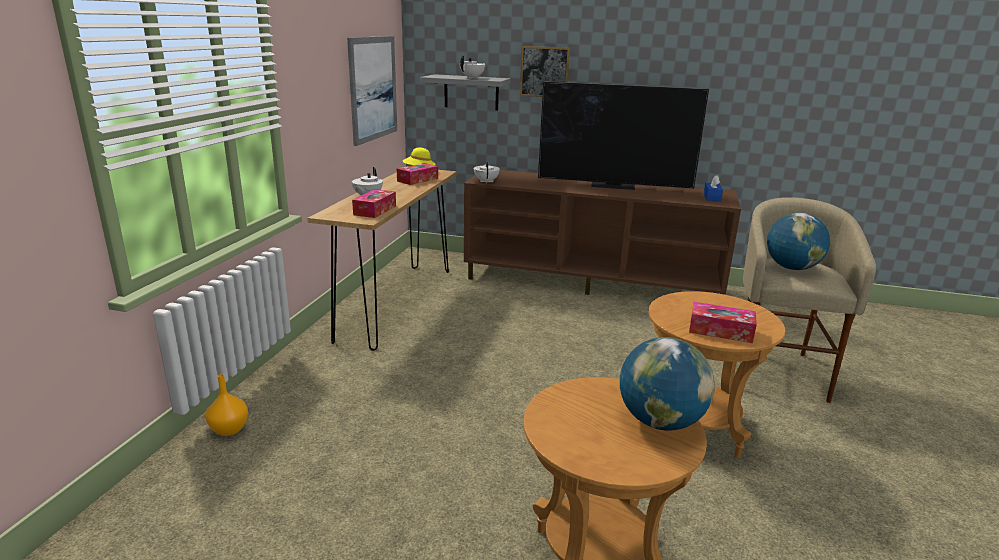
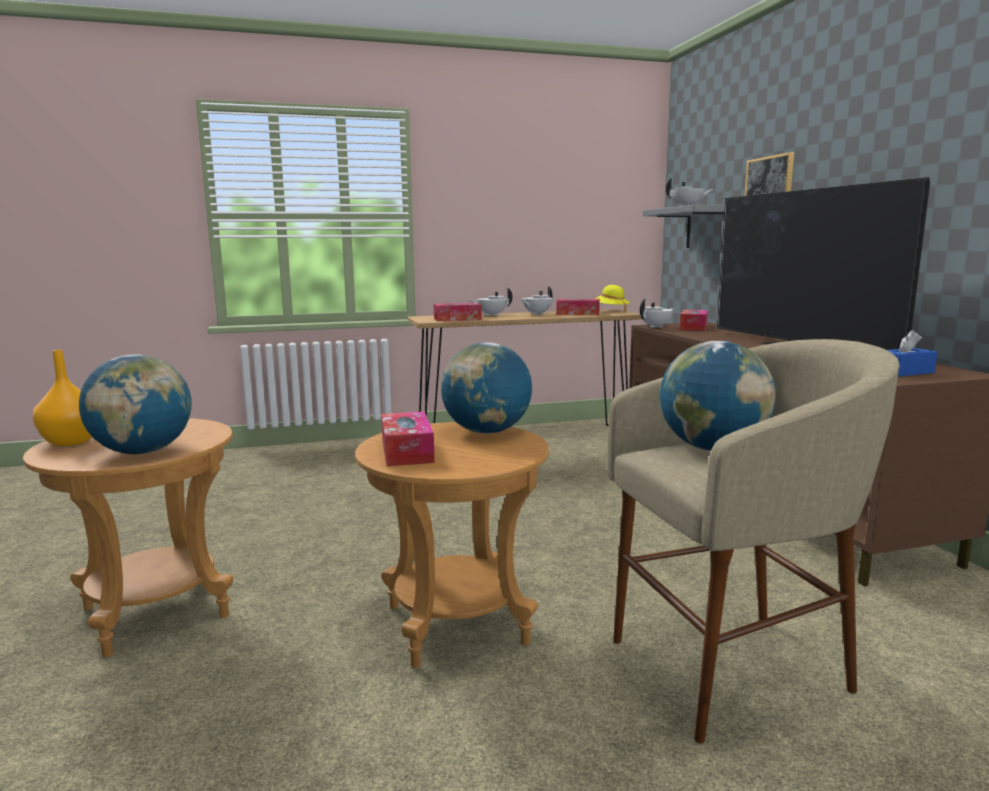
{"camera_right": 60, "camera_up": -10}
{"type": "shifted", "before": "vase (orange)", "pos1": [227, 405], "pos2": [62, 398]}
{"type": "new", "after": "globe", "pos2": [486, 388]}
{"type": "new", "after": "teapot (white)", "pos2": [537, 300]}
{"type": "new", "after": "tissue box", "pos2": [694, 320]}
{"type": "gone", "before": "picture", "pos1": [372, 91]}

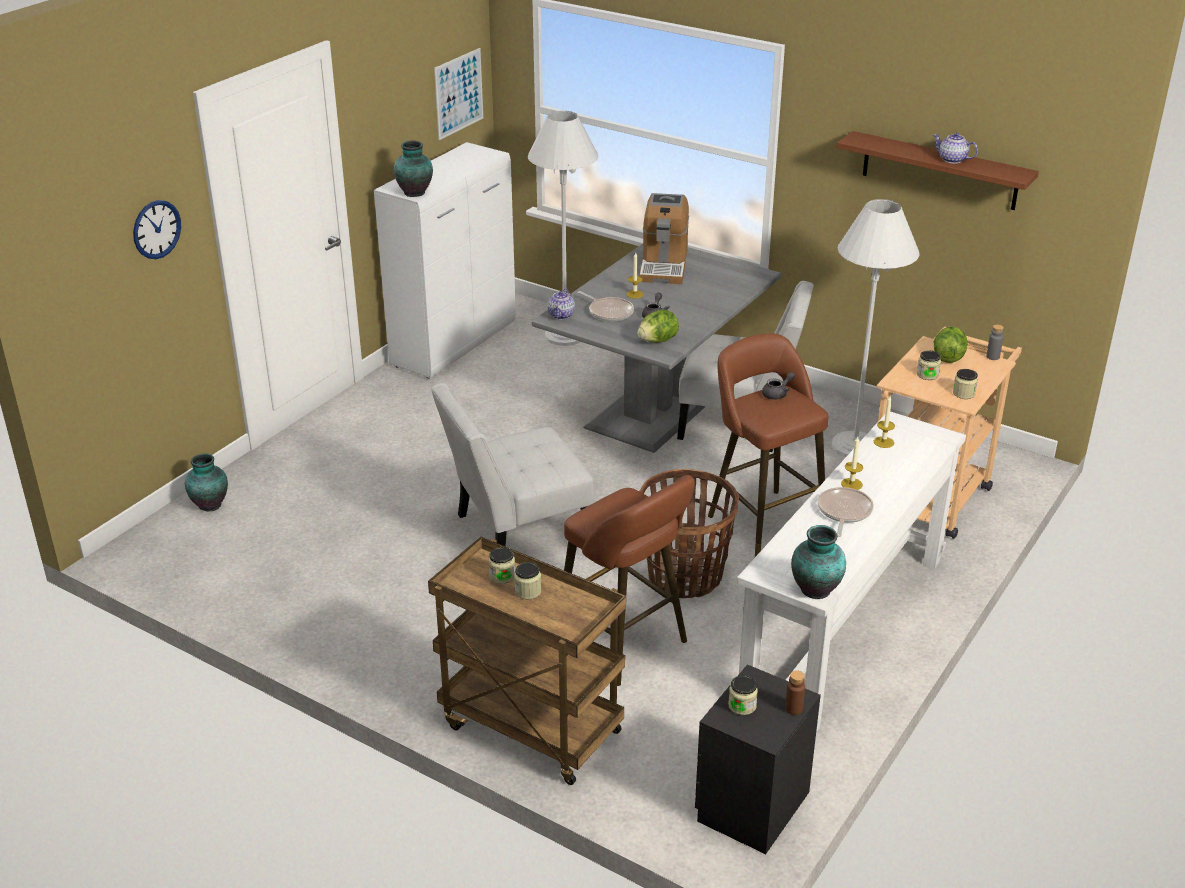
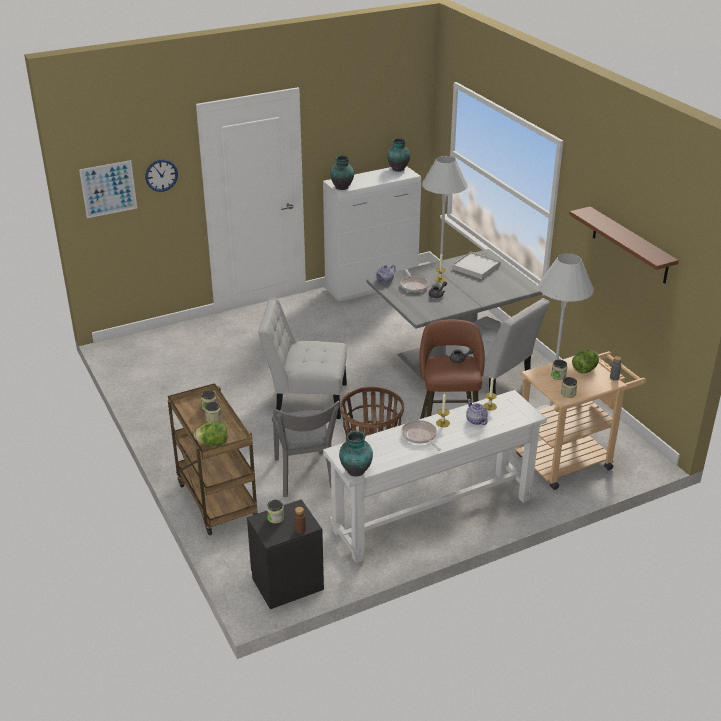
{"camera_right": 30, "camera_up": 0}
{"type": "shifted", "before": "picture", "pos1": [458, 94], "pos2": [108, 189]}
{"type": "shifted", "before": "lettuce", "pos1": [658, 326], "pos2": [211, 433]}
{"type": "swapped", "before": "stool (brown)", "after": "chair (grey)", "pos1": [629, 580], "pos2": [306, 449]}
{"type": "shifted", "before": "vase", "pos1": [206, 482], "pos2": [398, 155]}
{"type": "rotated", "before": "frying pan", "pos1": [846, 512], "pos2": [421, 435], "turn": -75}
{"type": "swapped", "before": "coffee machine", "after": "tray (white)", "pos1": [664, 238], "pos2": [476, 265]}
{"type": "shifted", "before": "teapot", "pos1": [955, 148], "pos2": [477, 412]}

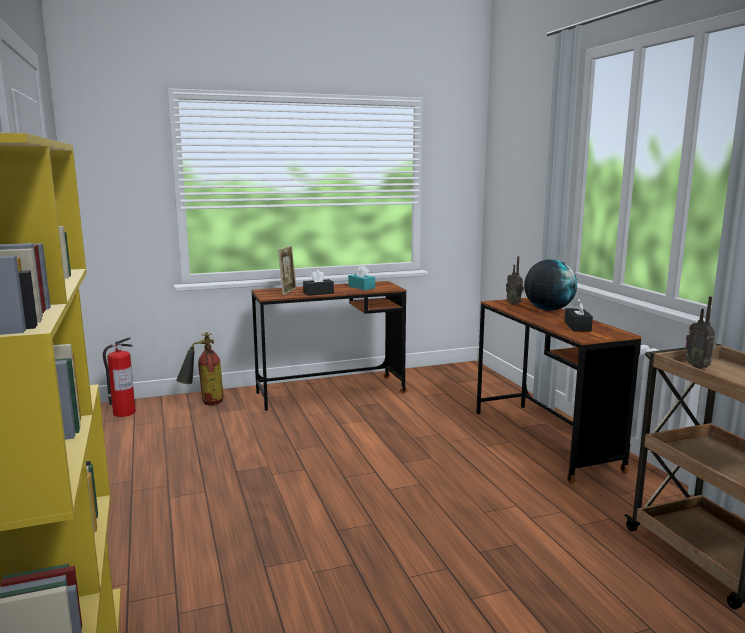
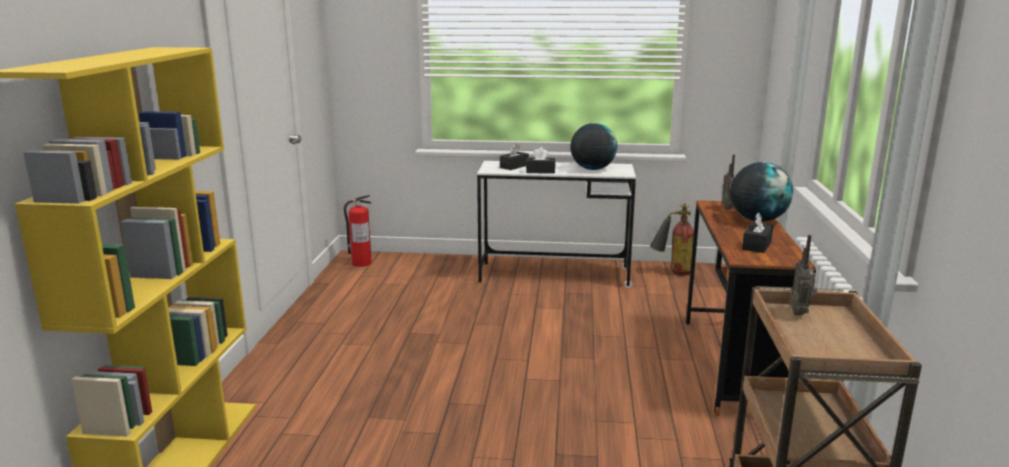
{"camera_right": 25, "camera_up": 5}
{"type": "repainted", "before": "desk (brown)", "after": "desk (white)", "pos1": [329, 346], "pos2": [556, 224]}
{"type": "swapped", "before": "picture frame", "after": "tissue box (black)", "pos1": [287, 270], "pos2": [514, 156]}
{"type": "swapped", "before": "tissue box (turquoise)", "after": "globe", "pos1": [361, 277], "pos2": [593, 146]}
{"type": "shifted", "before": "fire extinguisher", "pos1": [200, 368], "pos2": [672, 240]}

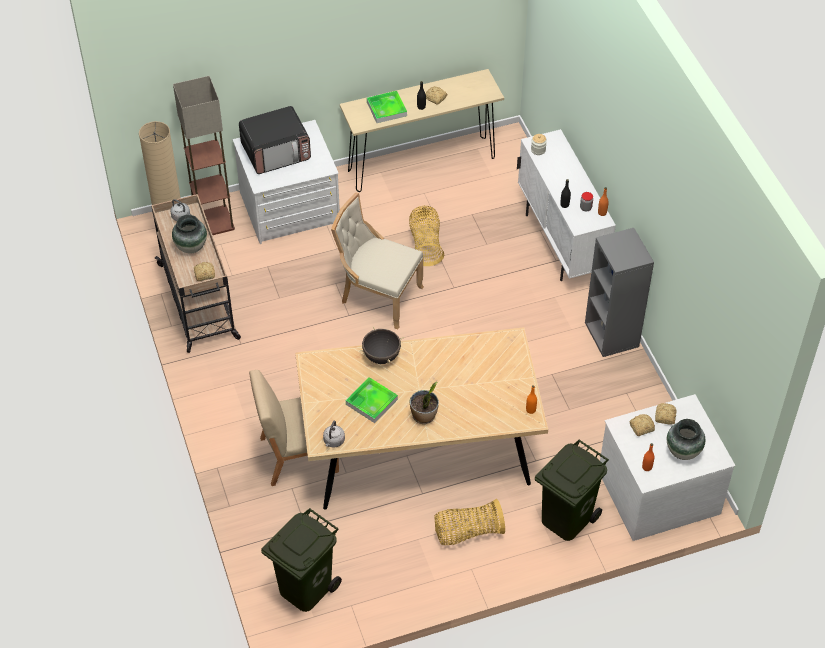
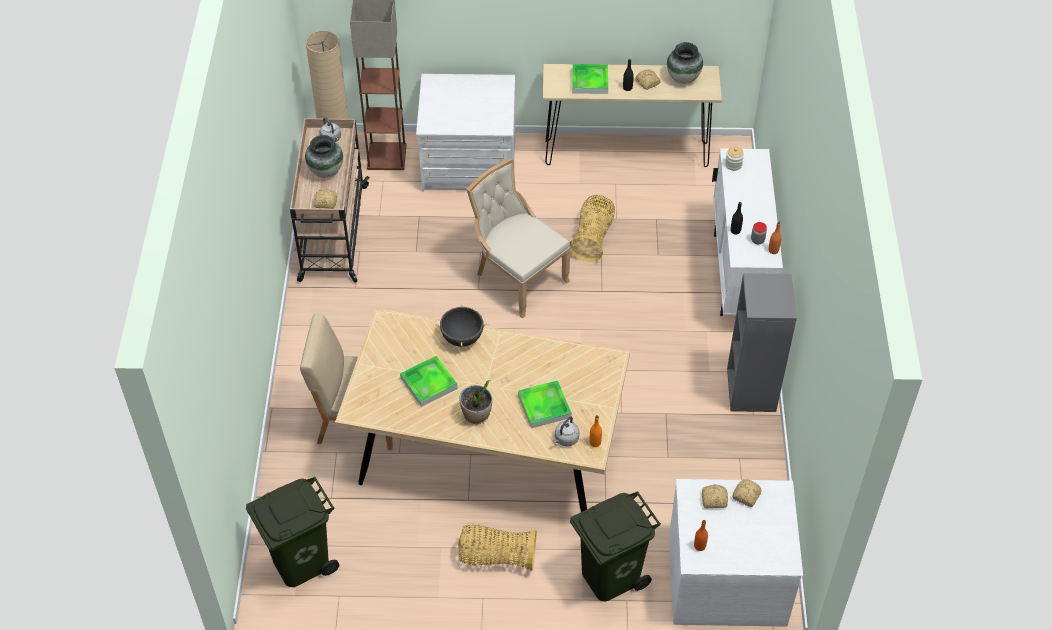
{"camera_right": 20, "camera_up": 0}
{"type": "new", "after": "tray", "pos2": [545, 404]}
{"type": "shifted", "before": "kettle (grey)", "pos1": [334, 434], "pos2": [566, 431]}
{"type": "shifted", "before": "vase", "pos1": [686, 439], "pos2": [685, 63]}
{"type": "gone", "before": "microwave", "pos1": [275, 140]}

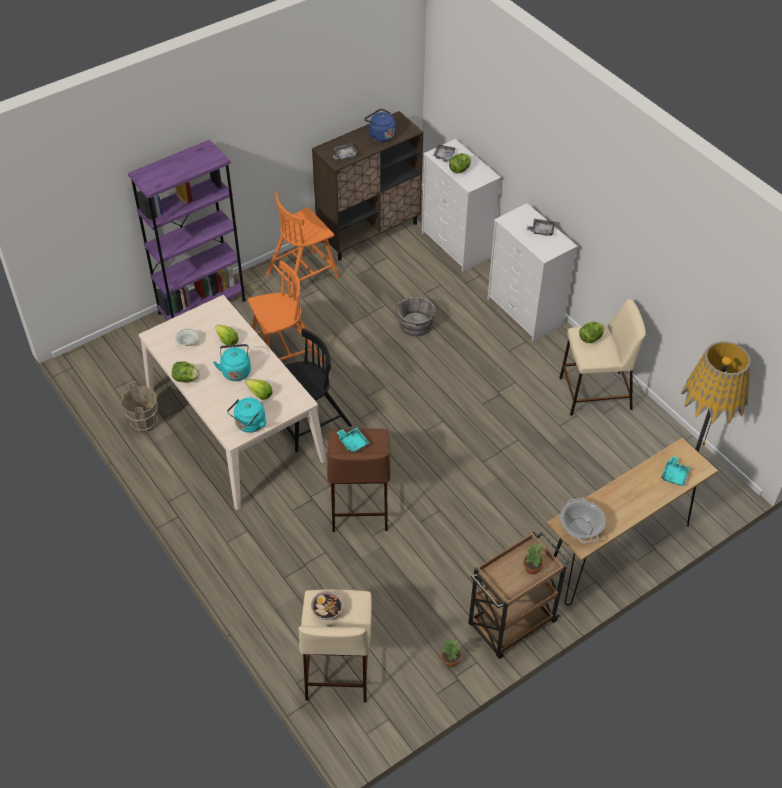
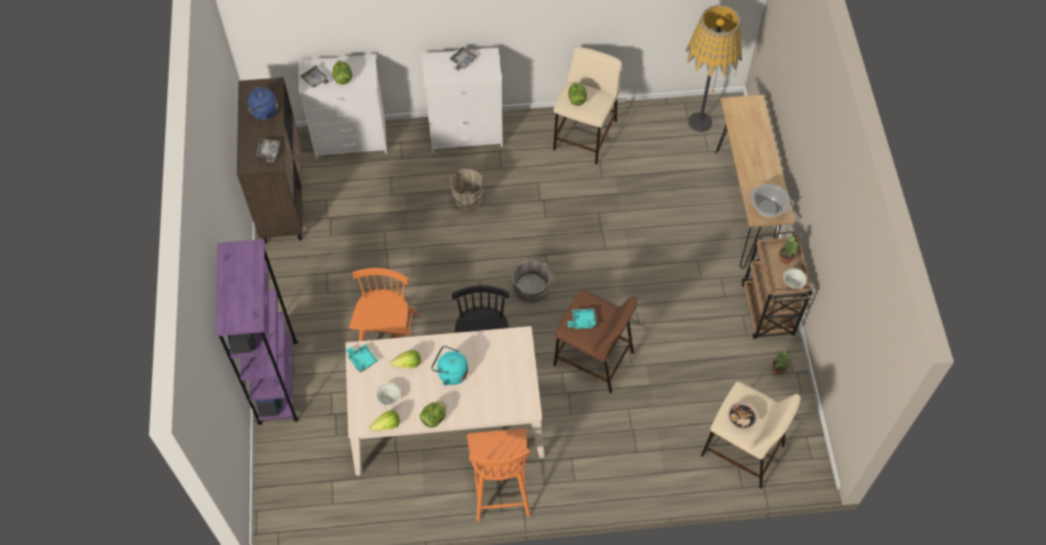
{"camera_right": -60, "camera_up": 10}
{"type": "shifted", "before": "tray (turquoise)", "pos1": [676, 471], "pos2": [362, 358]}
{"type": "shifted", "before": "lettuce", "pos1": [259, 389], "pos2": [385, 420]}
{"type": "shifted", "before": "bucket (brown)", "pos1": [139, 407], "pos2": [467, 190]}
{"type": "shifted", "before": "chair (orange)", "pos1": [302, 244], "pos2": [498, 475]}
{"type": "shifted", "before": "bucket (grey)", "pos1": [415, 316], "pos2": [533, 281]}
{"type": "new", "after": "bowl (white)", "pos2": [795, 278]}
{"type": "gone", "before": "kettle (turquoise)", "pos1": [246, 415]}

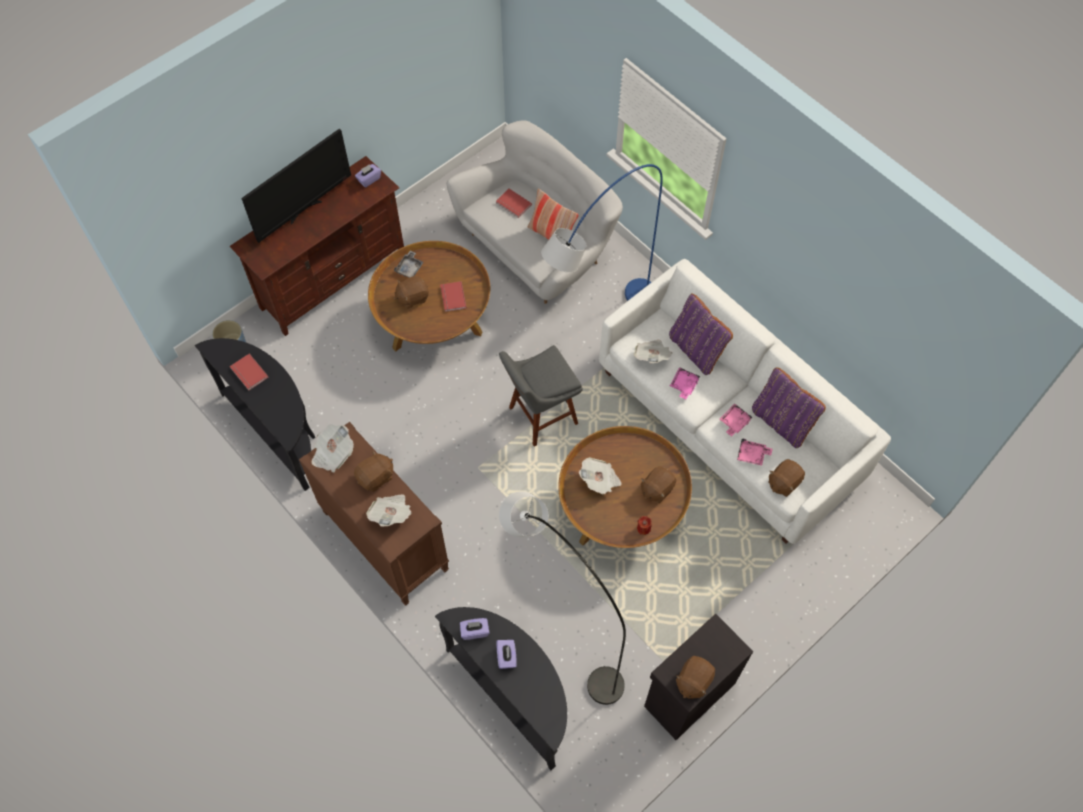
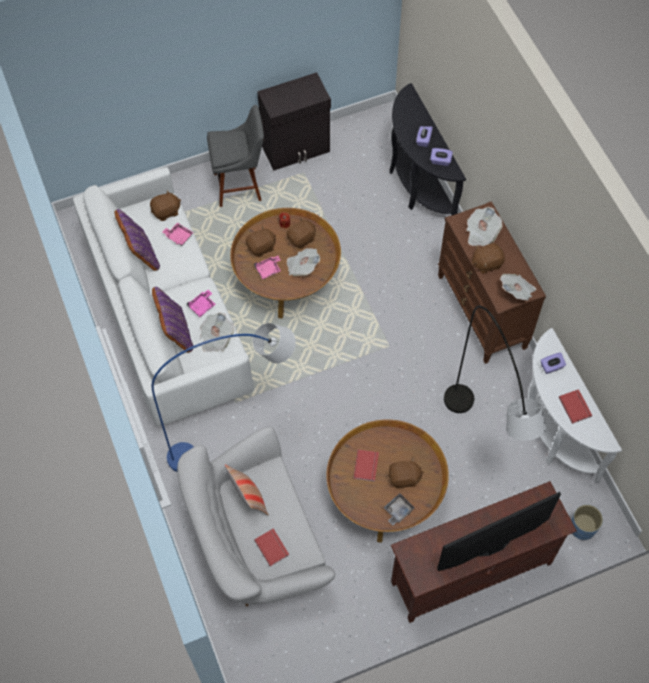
{"camera_right": -160, "camera_up": 0}
{"type": "shifted", "before": "stool (grey)", "pos1": [541, 396], "pos2": [235, 156]}
{"type": "shifted", "before": "tray (pink)", "pos1": [736, 420], "pos2": [267, 267]}
{"type": "shifted", "before": "plush toy (brown)", "pos1": [695, 677], "pos2": [301, 233]}
{"type": "shifted", "before": "floor lamp (grey)", "pos1": [562, 598], "pos2": [495, 373]}
{"type": "repainted", "before": "console table (black)", "after": "console table (white)", "pos1": [255, 414], "pos2": [575, 405]}
{"type": "shifted", "before": "tissue box (purple)", "pos1": [368, 176], "pos2": [553, 363]}

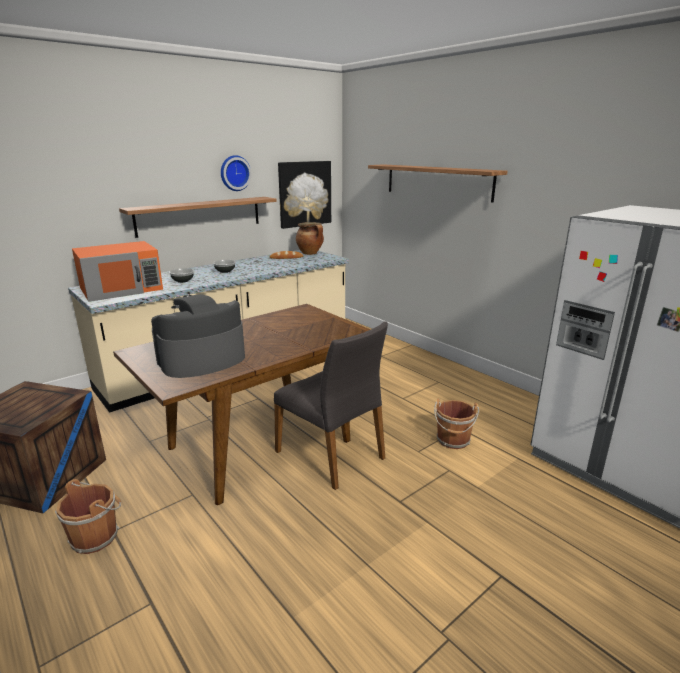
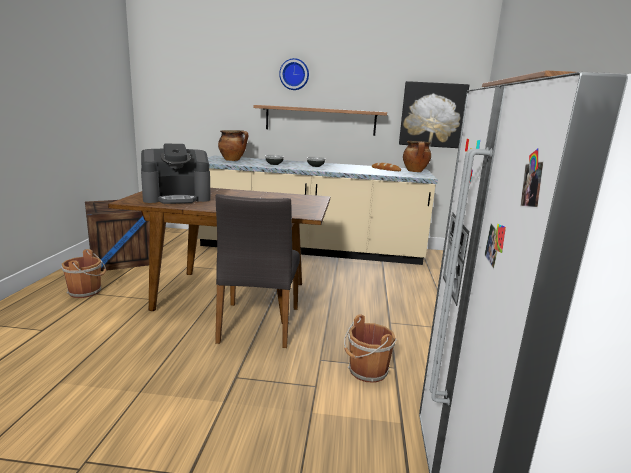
{"camera_right": 45, "camera_up": -5}
{"type": "rotated", "before": "coffee machine", "pos1": [198, 336], "pos2": [176, 173], "turn": 150}
{"type": "swapped", "before": "microwave (orange)", "after": "cooking pot", "pos1": [117, 271], "pos2": [233, 145]}
{"type": "shifted", "before": "wall clock", "pos1": [236, 173], "pos2": [294, 74]}

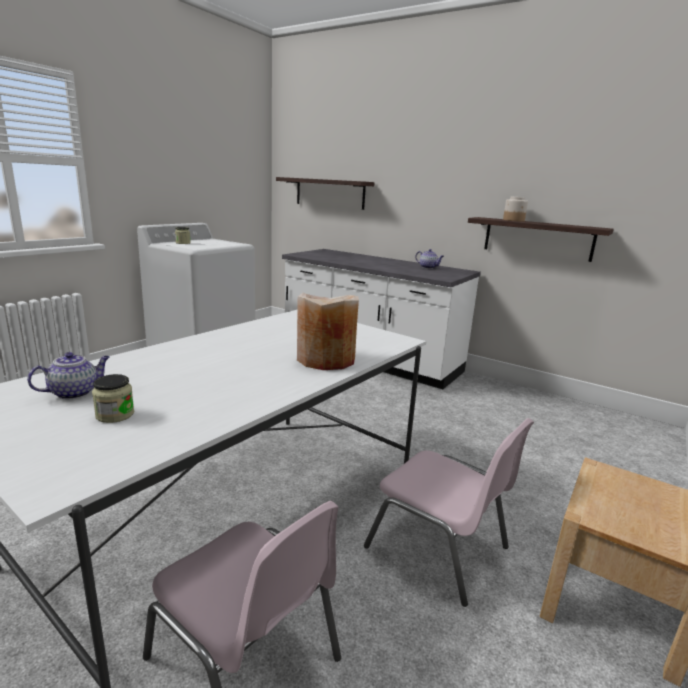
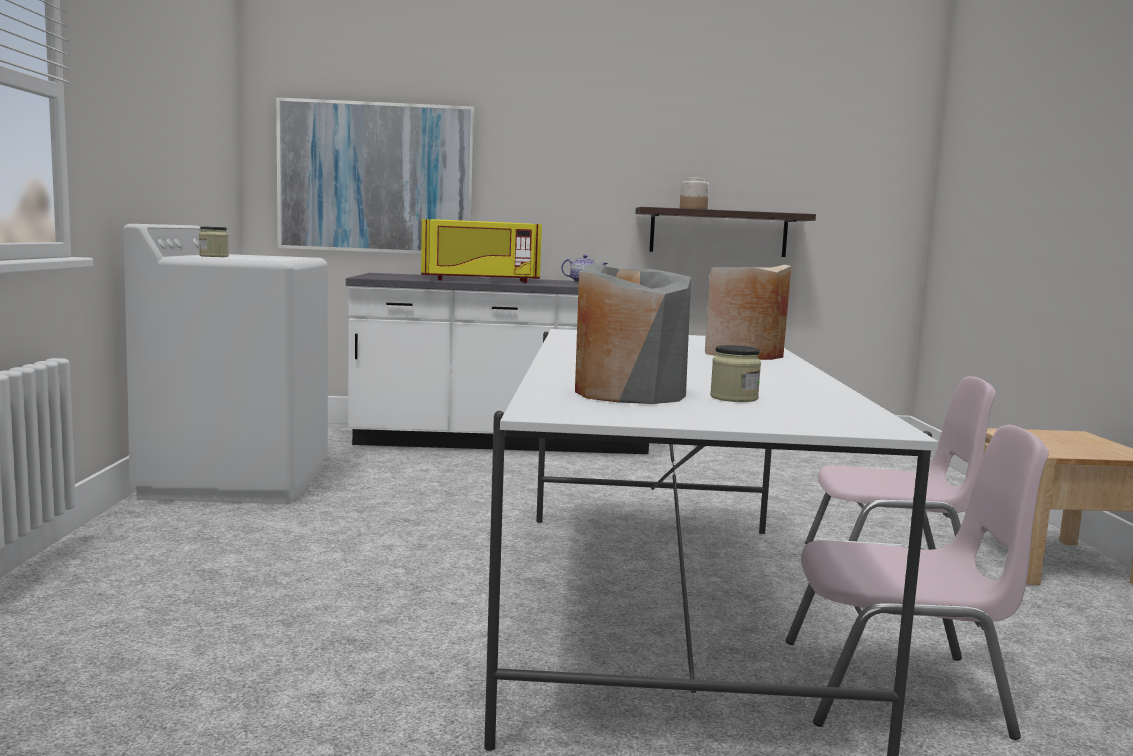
{"camera_right": -35, "camera_up": -10}
{"type": "swapped", "before": "shelf", "after": "picture", "pos1": [325, 193], "pos2": [375, 175]}
{"type": "new", "after": "microwave (yellow)", "pos2": [481, 251]}
{"type": "swapped", "before": "teapot", "after": "vase (grey)", "pos1": [68, 375], "pos2": [633, 334]}

